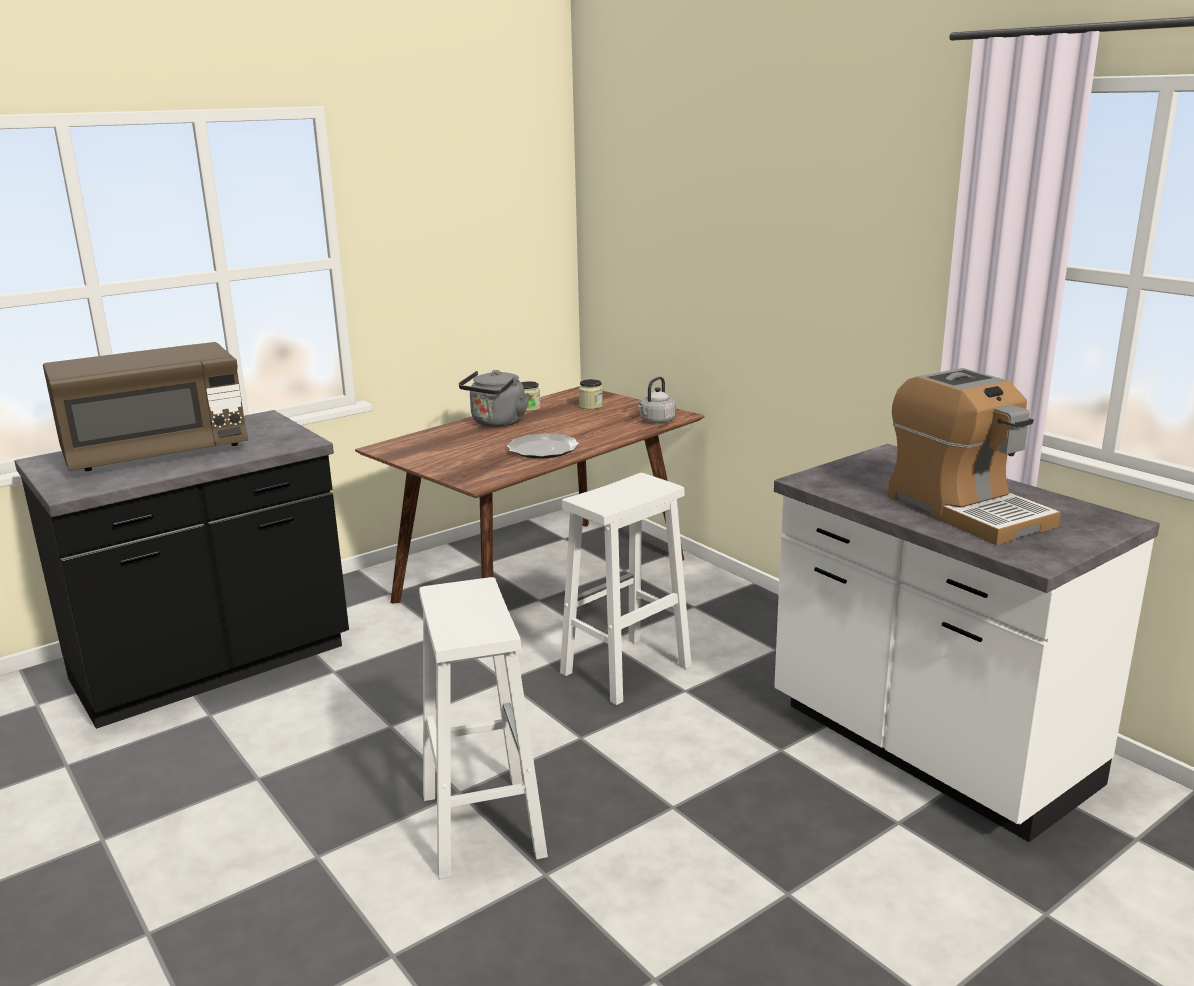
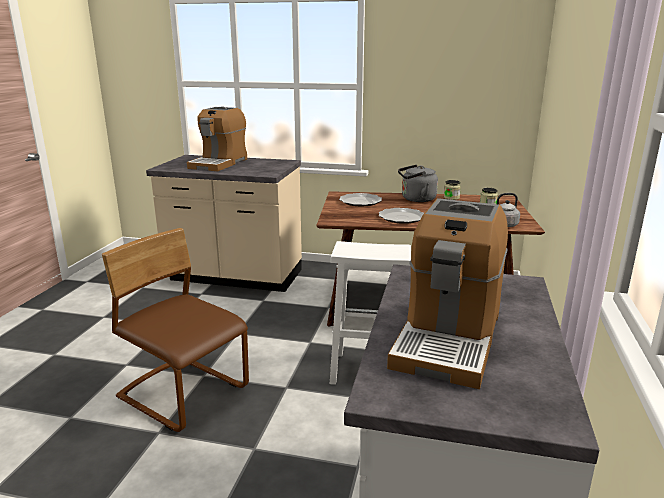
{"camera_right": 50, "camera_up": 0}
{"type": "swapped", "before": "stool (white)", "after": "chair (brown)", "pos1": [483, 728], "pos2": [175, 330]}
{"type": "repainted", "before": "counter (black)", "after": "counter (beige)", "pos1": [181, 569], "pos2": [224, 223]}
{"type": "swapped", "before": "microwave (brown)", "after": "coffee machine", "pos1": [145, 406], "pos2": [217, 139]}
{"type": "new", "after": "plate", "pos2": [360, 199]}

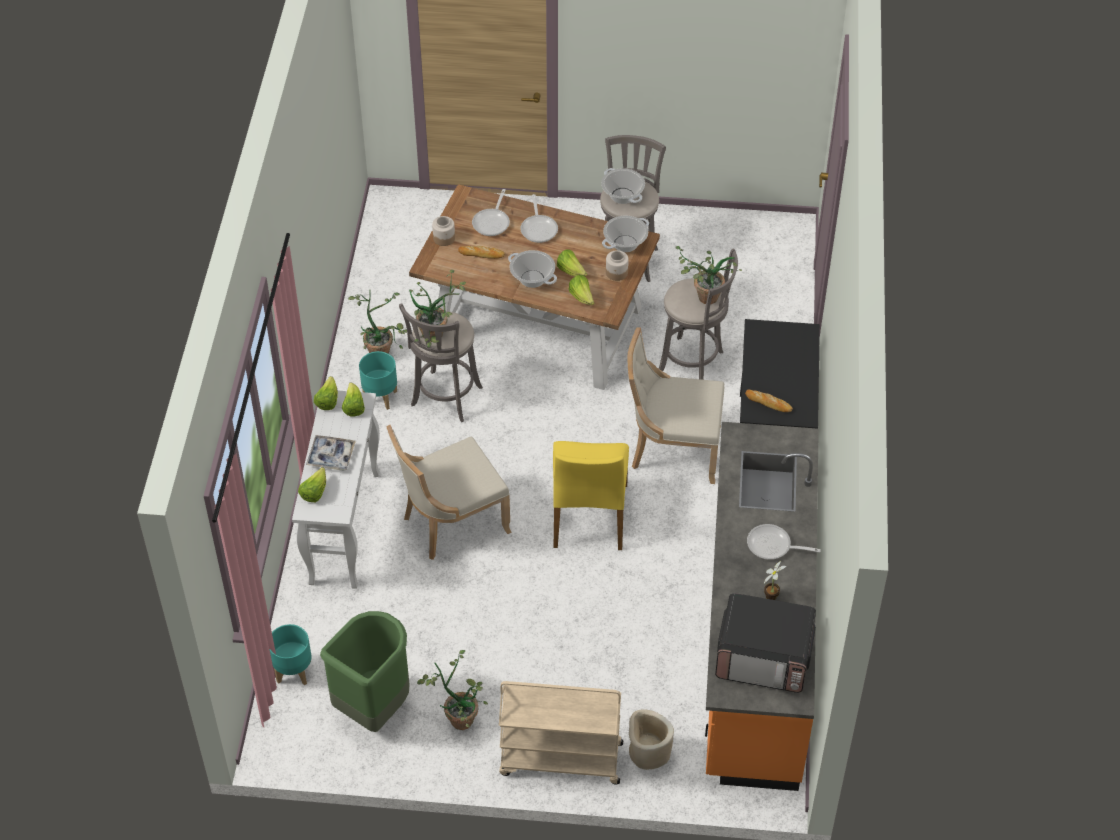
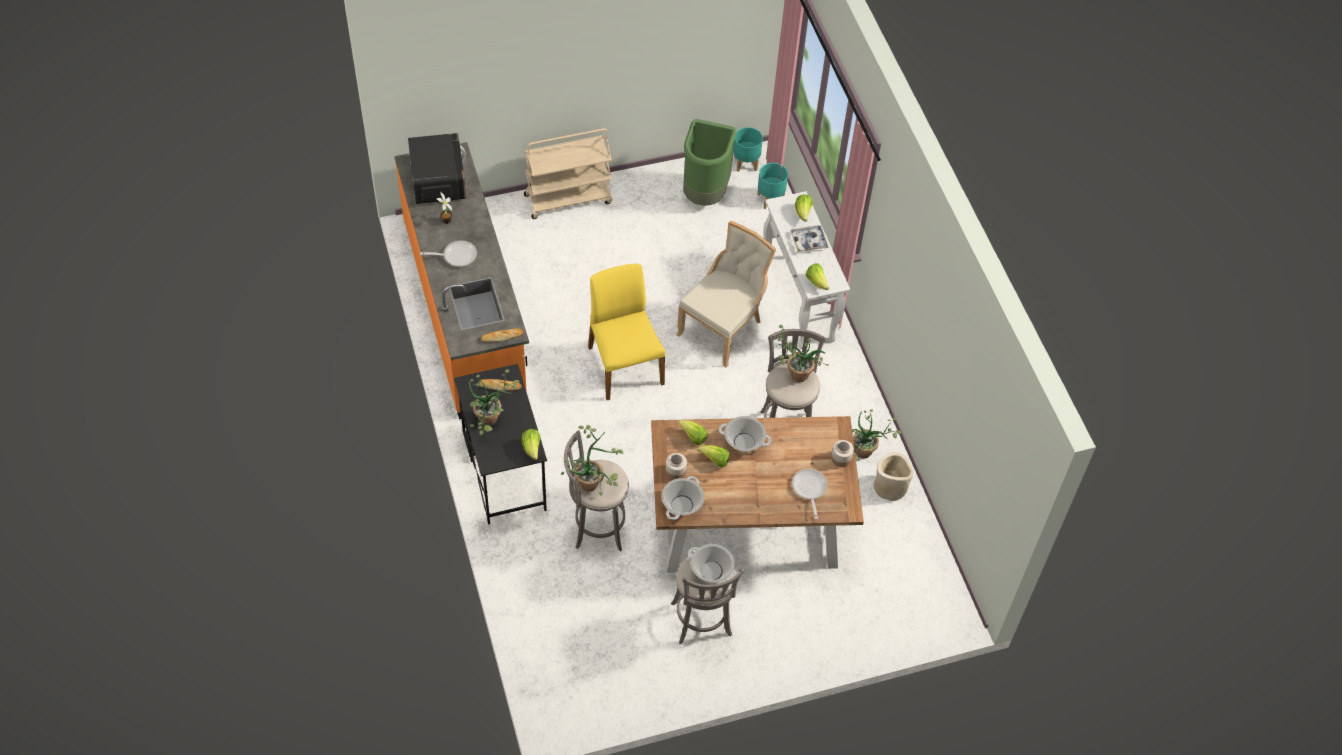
{"camera_right": 155, "camera_up": 5}
{"type": "rotated", "before": "microwave", "pos1": [765, 643], "pos2": [437, 168], "turn": 90}
{"type": "shifted", "before": "potted plant", "pos1": [452, 690], "pos2": [494, 402]}
{"type": "shifted", "before": "bread", "pos1": [481, 252], "pos2": [502, 335]}
{"type": "shifted", "before": "lettuce", "pos1": [326, 393], "pos2": [531, 444]}
{"type": "shifted", "before": "planter (turquoise)", "pos1": [378, 380], "pos2": [748, 149]}
{"type": "shifted", "before": "planter (beige)", "pos1": [651, 739], "pos2": [893, 476]}
{"type": "gone", "before": "frying pan", "pos1": [539, 218]}
{"type": "gone", "before": "chair (beige)", "pos1": [675, 405]}

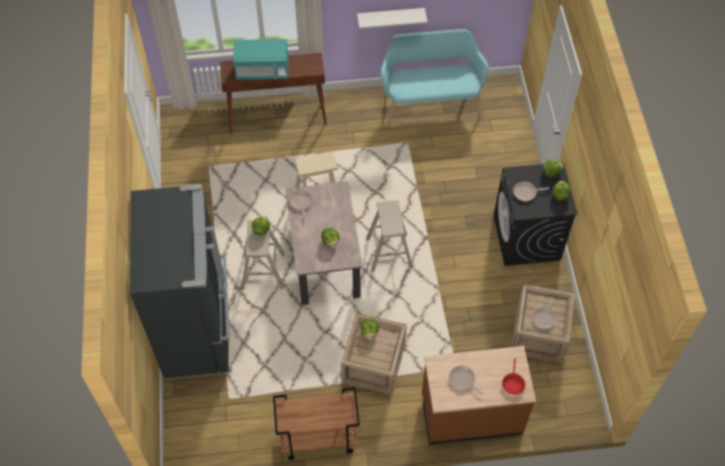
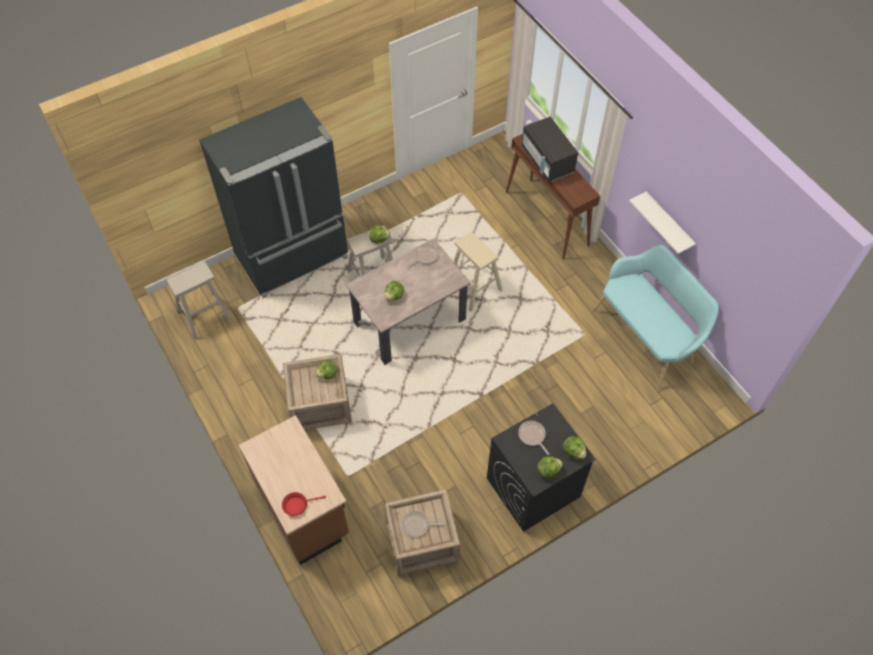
{"camera_right": 65, "camera_up": 0}
{"type": "shifted", "before": "stool (beige)", "pos1": [389, 236], "pos2": [199, 301]}
{"type": "repainted", "before": "microwave (turquoise)", "after": "microwave (black)", "pos1": [260, 59], "pos2": [550, 149]}
{"type": "gone", "before": "cart (brown)", "pos1": [316, 423]}
{"type": "gone", "before": "frying pan", "pos1": [466, 380]}

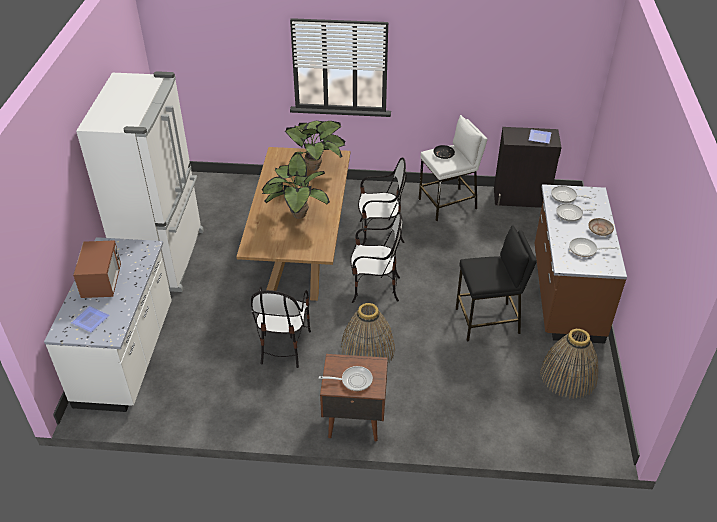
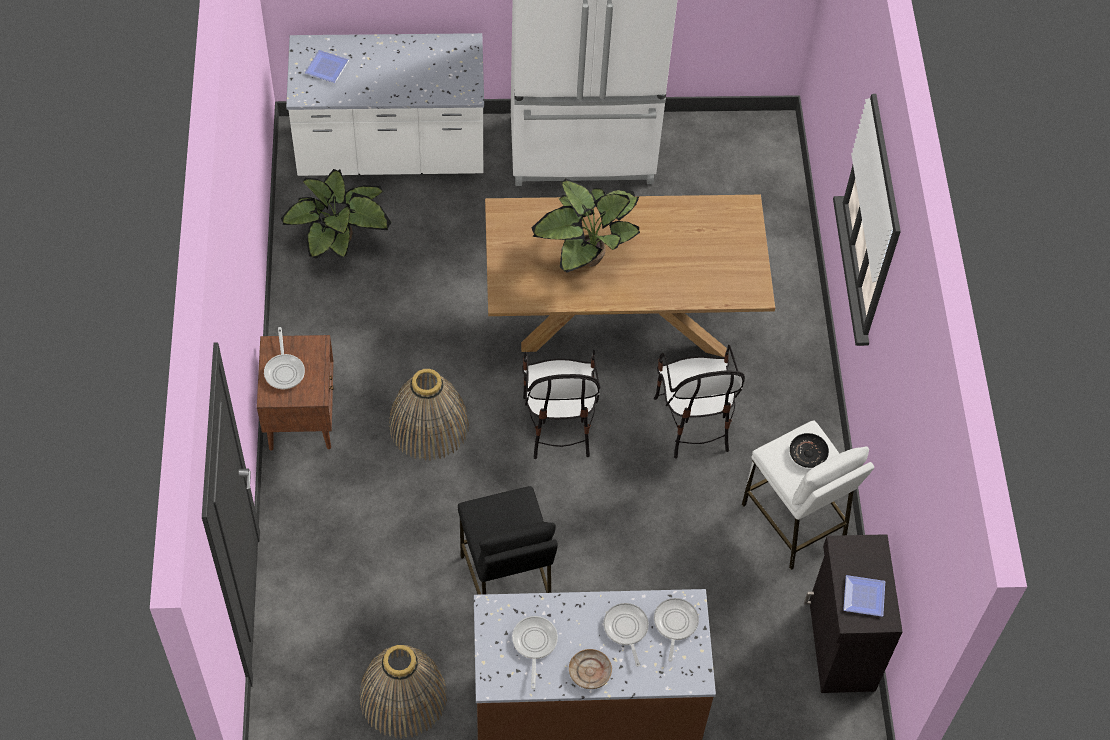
{"camera_right": 80, "camera_up": 15}
{"type": "shifted", "before": "potted plant", "pos1": [315, 146], "pos2": [336, 214]}
{"type": "gone", "before": "microwave", "pos1": [97, 269]}
{"type": "gone", "before": "chair", "pos1": [281, 327]}

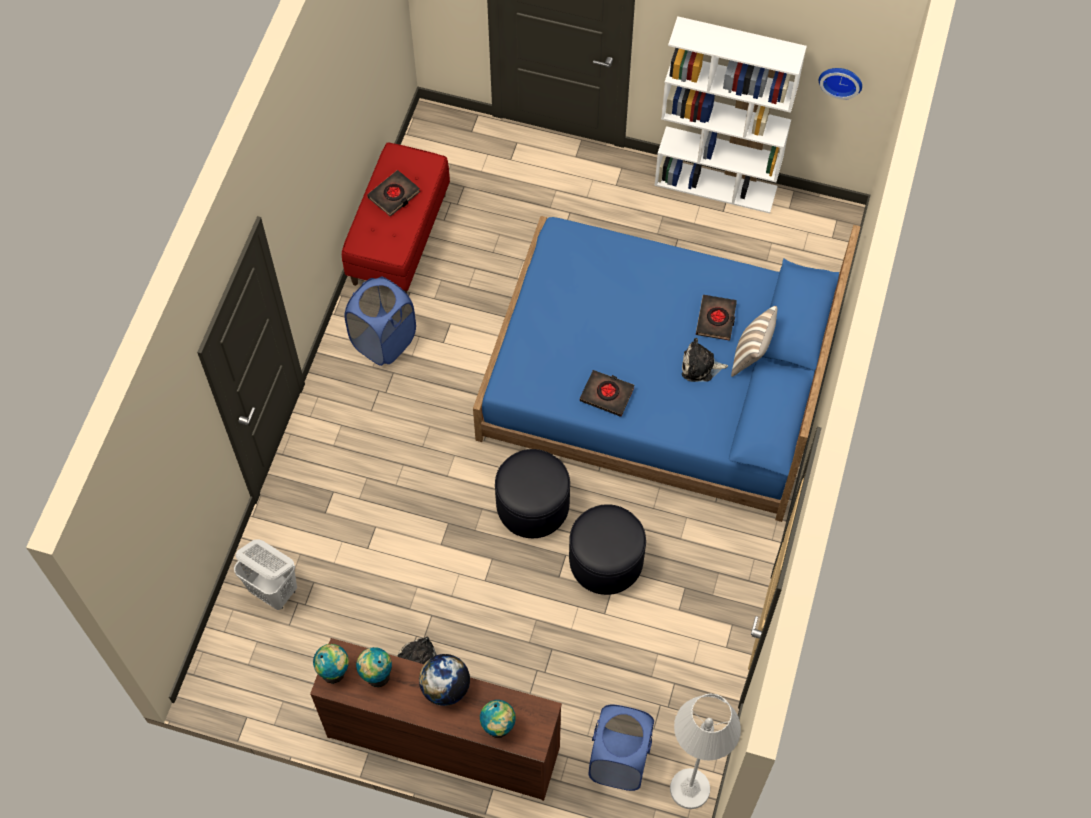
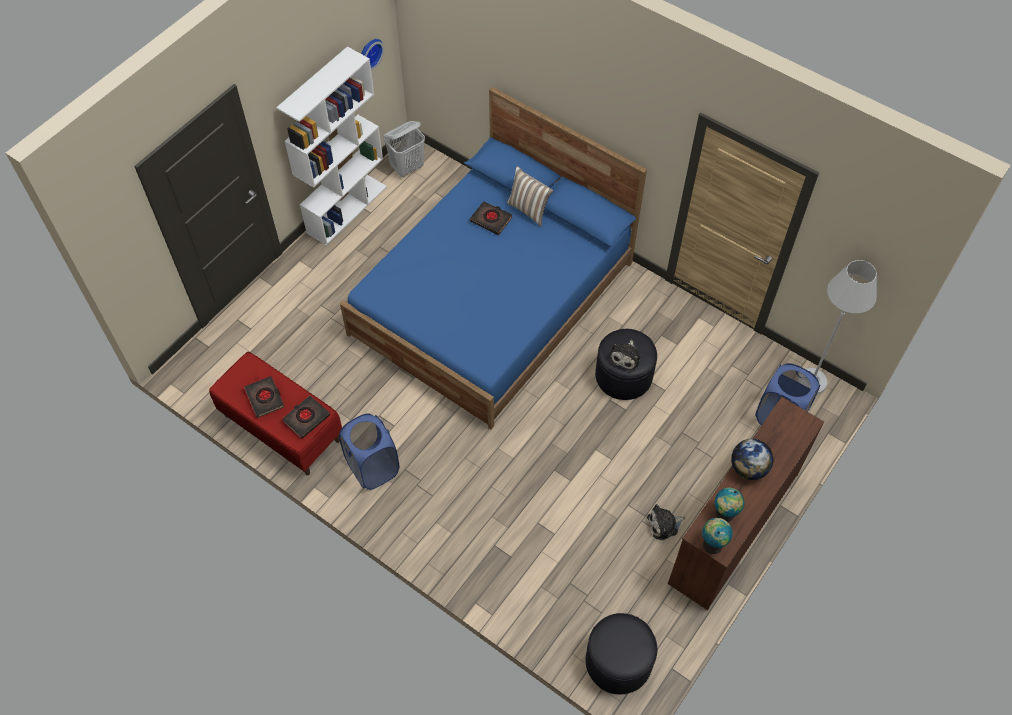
{"camera_right": -70, "camera_up": -5}
{"type": "shifted", "before": "book (black)", "pos1": [607, 393], "pos2": [306, 417]}
{"type": "shifted", "before": "laundry basket (white)", "pos1": [265, 574], "pos2": [404, 149]}
{"type": "shifted", "before": "ottoman (black)", "pos1": [532, 493], "pos2": [621, 653]}
{"type": "shifted", "before": "plush toy", "pos1": [705, 360], "pos2": [625, 355]}
{"type": "gone", "before": "globe", "pos1": [498, 719]}

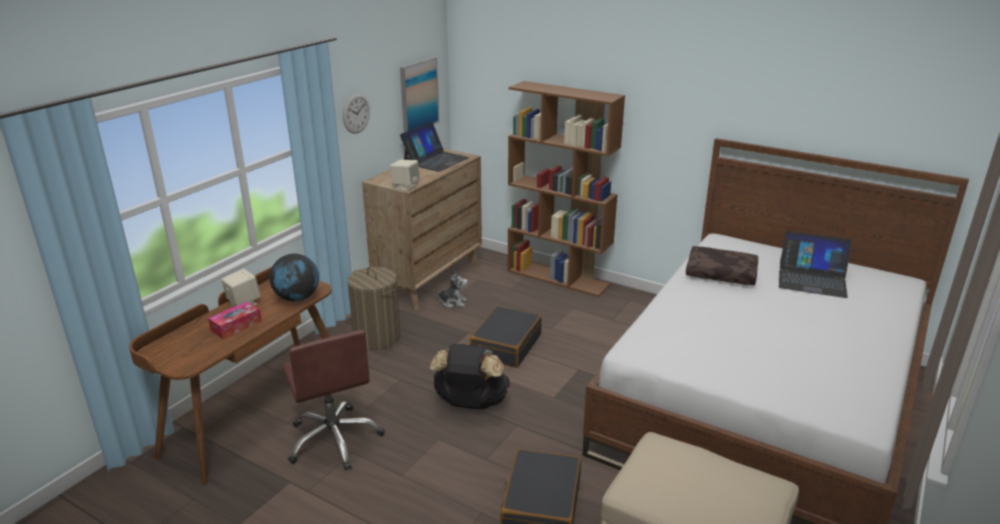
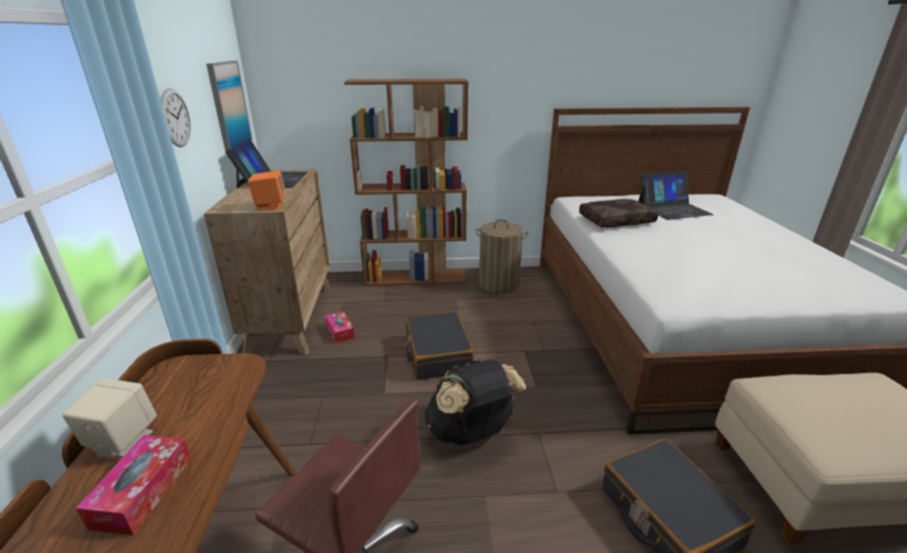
{"camera_right": -35, "camera_up": 0}
{"type": "repainted", "before": "speaker (beige)", "after": "speaker (orange)", "pos1": [405, 175], "pos2": [267, 190]}
{"type": "swapped", "before": "plush toy", "after": "tissue box", "pos1": [451, 289], "pos2": [340, 327]}
{"type": "shifted", "before": "laundry basket", "pos1": [373, 308], "pos2": [502, 256]}
{"type": "gone", "before": "globe", "pos1": [294, 277]}

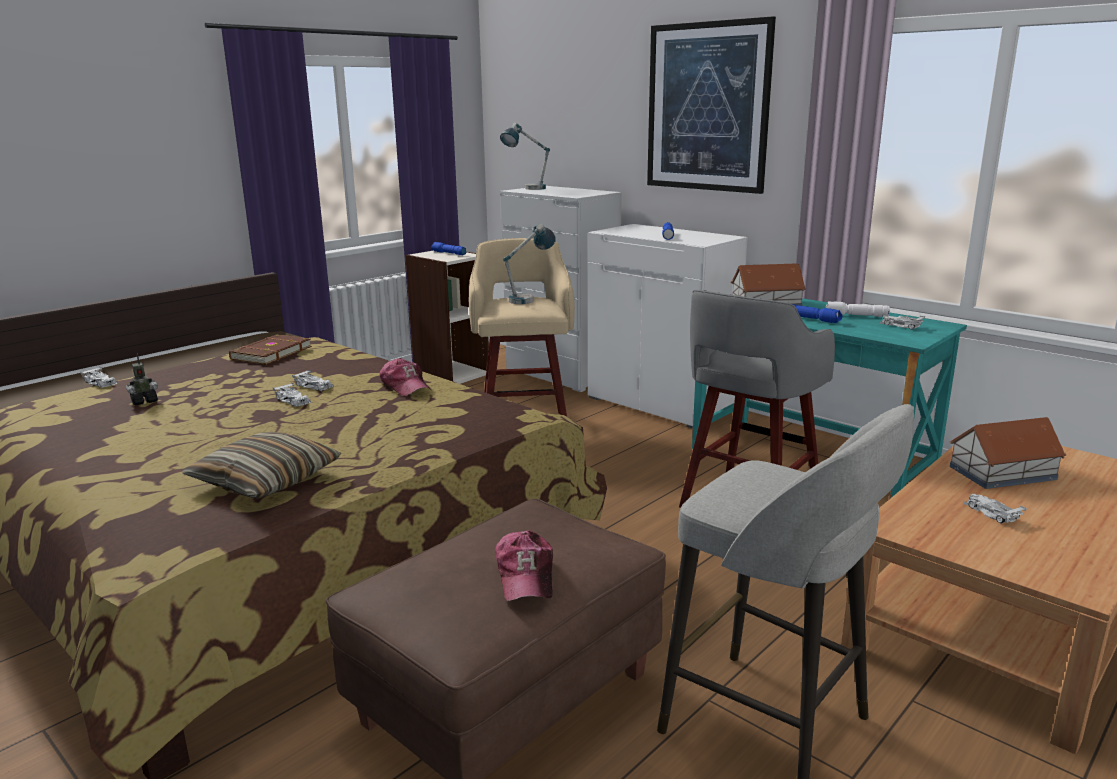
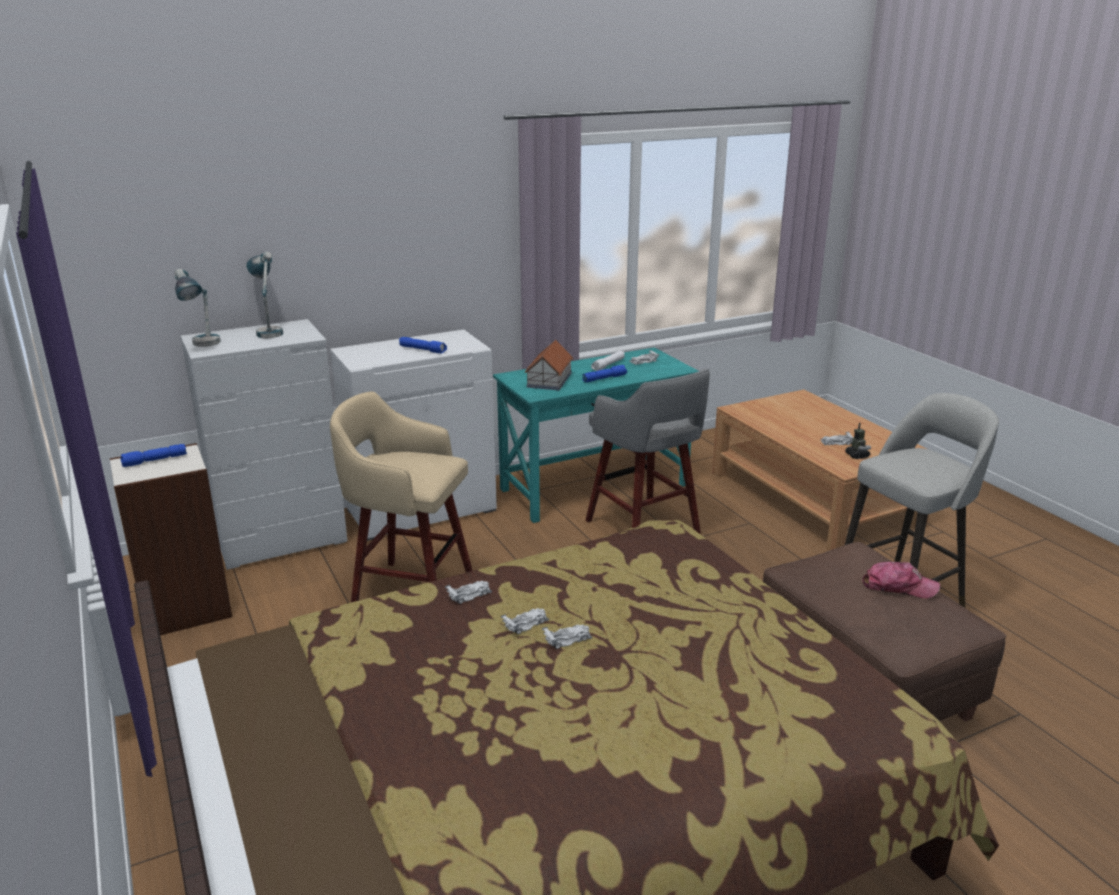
{"camera_right": -70, "camera_up": 5}
{"type": "shifted", "before": "table lamp", "pos1": [529, 264], "pos2": [264, 294]}
{"type": "shifted", "before": "toy car (white)", "pos1": [99, 377], "pos2": [468, 592]}
{"type": "shifted", "before": "toy robot", "pos1": [142, 379], "pos2": [858, 441]}
{"type": "gone", "before": "pillow", "pos1": [261, 465]}
{"type": "gone", "before": "book (brown)", "pos1": [270, 349]}
{"type": "gone", "before": "cap", "pos1": [405, 377]}
{"type": "gone", "before": "picture", "pos1": [711, 105]}
{"type": "gone", "before": "toy house", "pos1": [1008, 453]}

